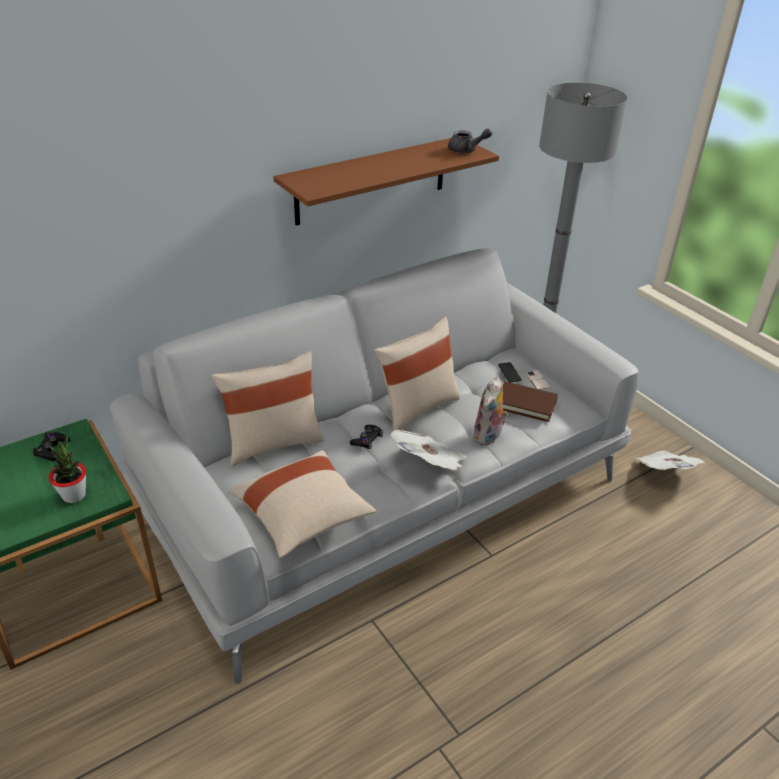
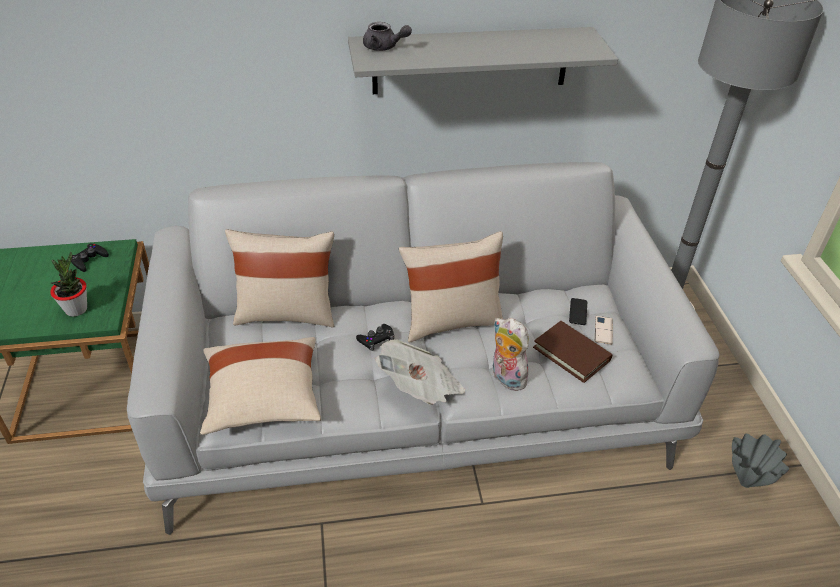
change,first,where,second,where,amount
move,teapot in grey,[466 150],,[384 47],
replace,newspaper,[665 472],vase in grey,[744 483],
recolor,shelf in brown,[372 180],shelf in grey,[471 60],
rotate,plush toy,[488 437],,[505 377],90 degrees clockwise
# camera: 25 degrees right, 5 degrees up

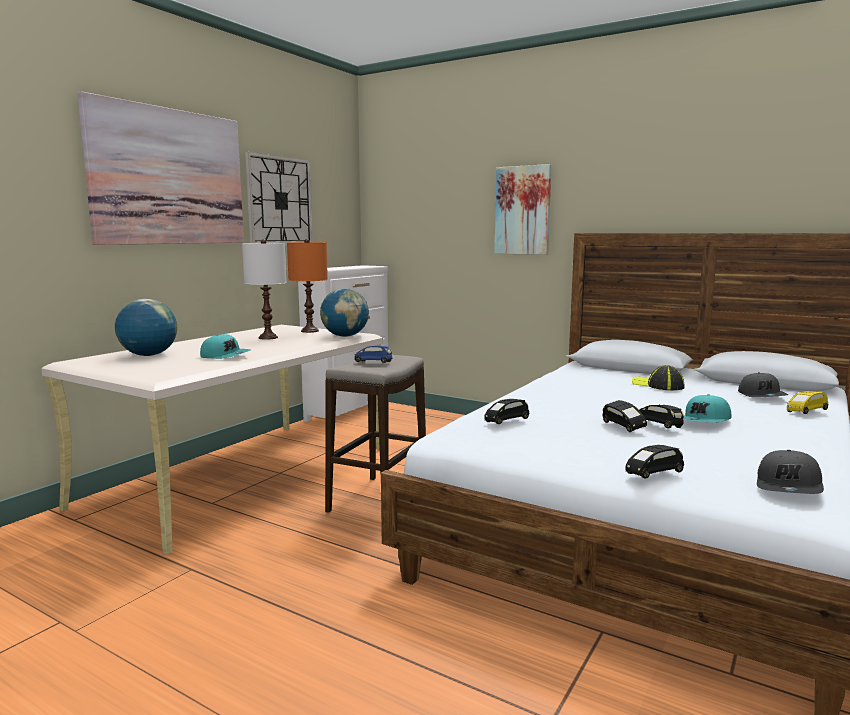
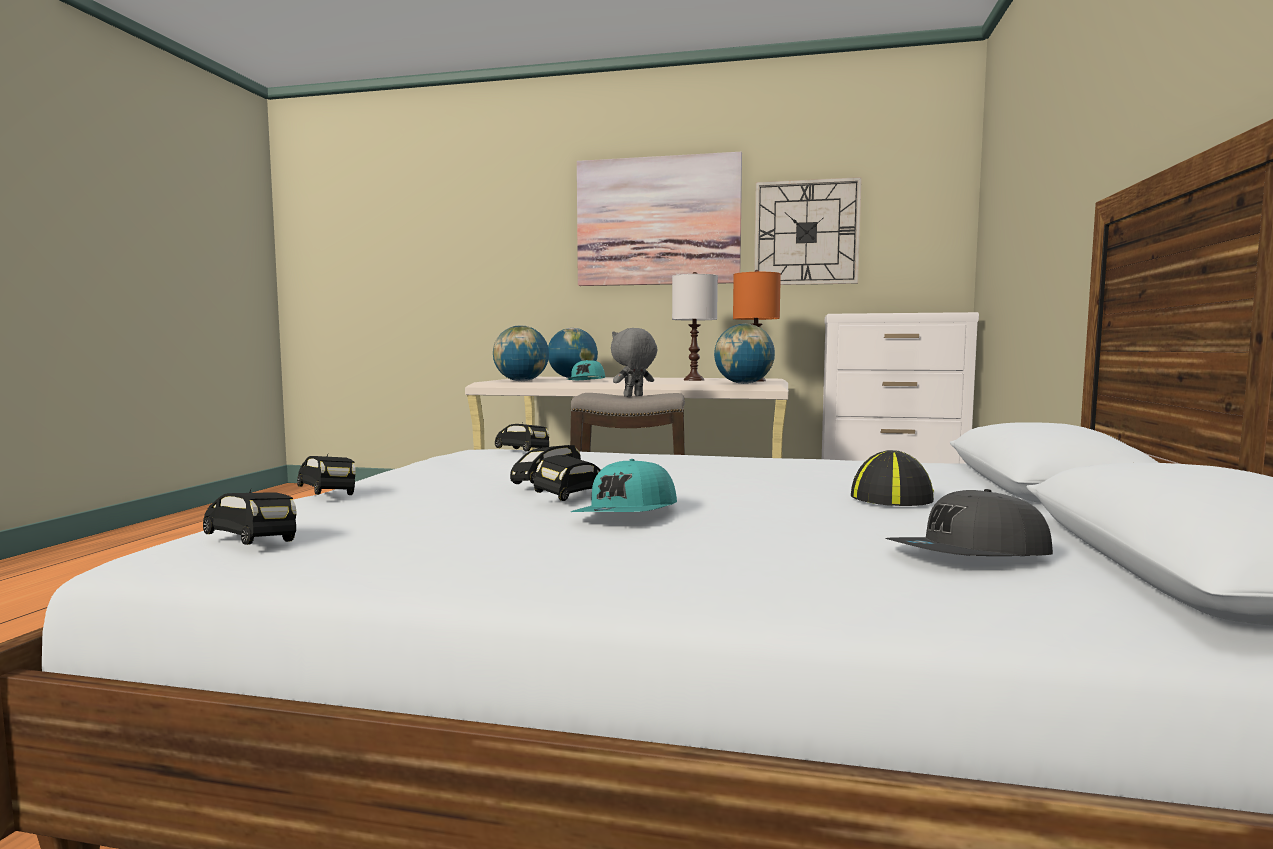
change,first,where,second,where,amount
delete,picture,[523 210],,,
delete,toy car in yellow,[805 412],,,
insert,,,globe,[521 381],
replace,toy car in blue,[373 363],plush toy in grey,[633 396],
replace,cap in grey,[789 487],toy car in black,[252 540],
rotate,cap in turquoise,[705 421],,[628 513],90 degrees counterclockwise
# camera: 70 degrees right, 5 degrees down

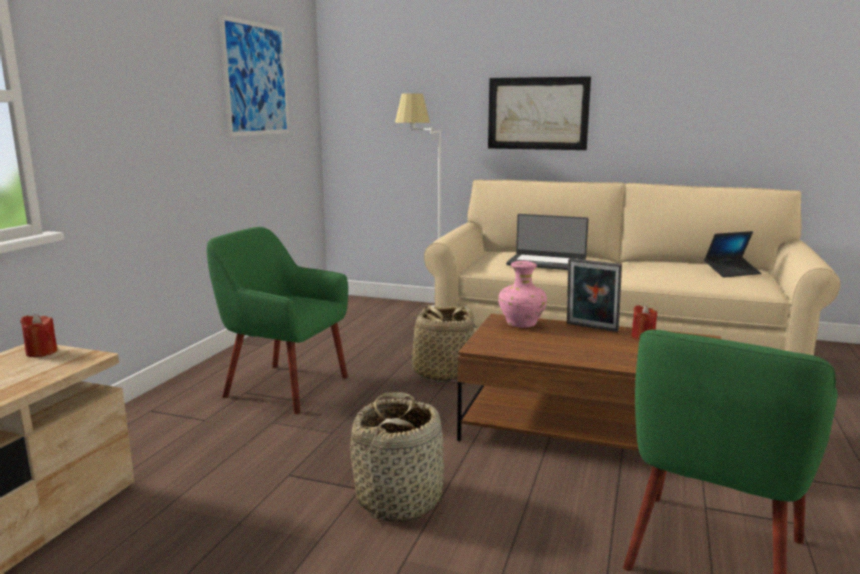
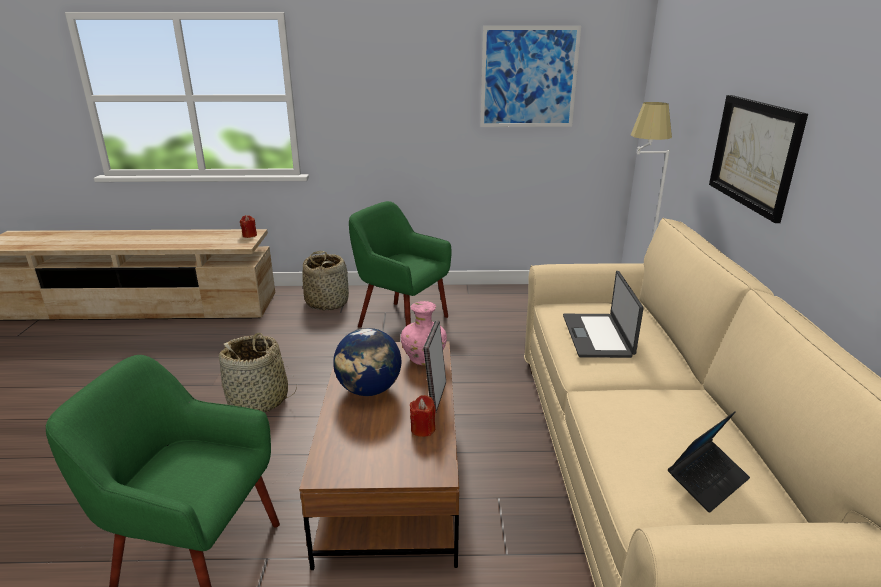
change,first,where,second,where,amount
insert,,,globe,[369 390],
move,basket,[442 373],,[327 302],
rotate,armchair in green,[285 386],,[402 321],60 degrees counterclockwise
rotate,laptop,[731 272],,[707 481],90 degrees counterclockwise
# camera: 70 degrees right, 10 degrees up

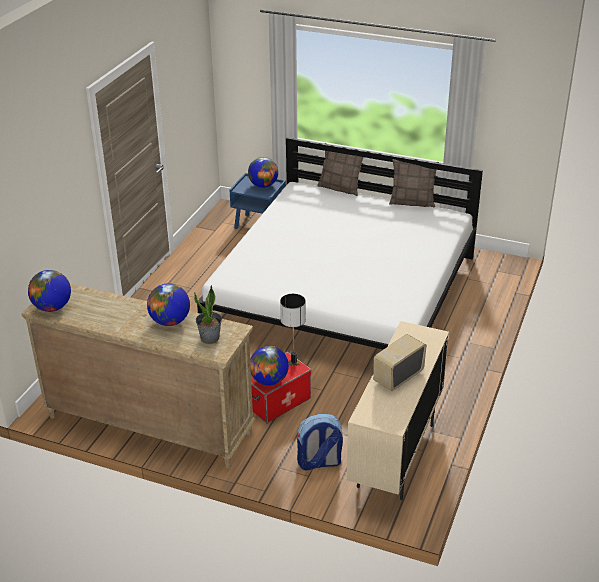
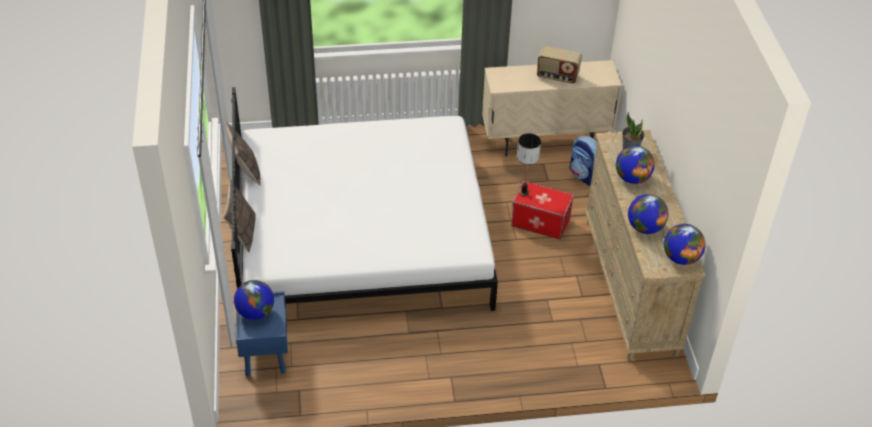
change,first,where,second,where,amount
move,globe,[269 380],,[645 228],
# camera: 120 degrees left, 10 degrees up

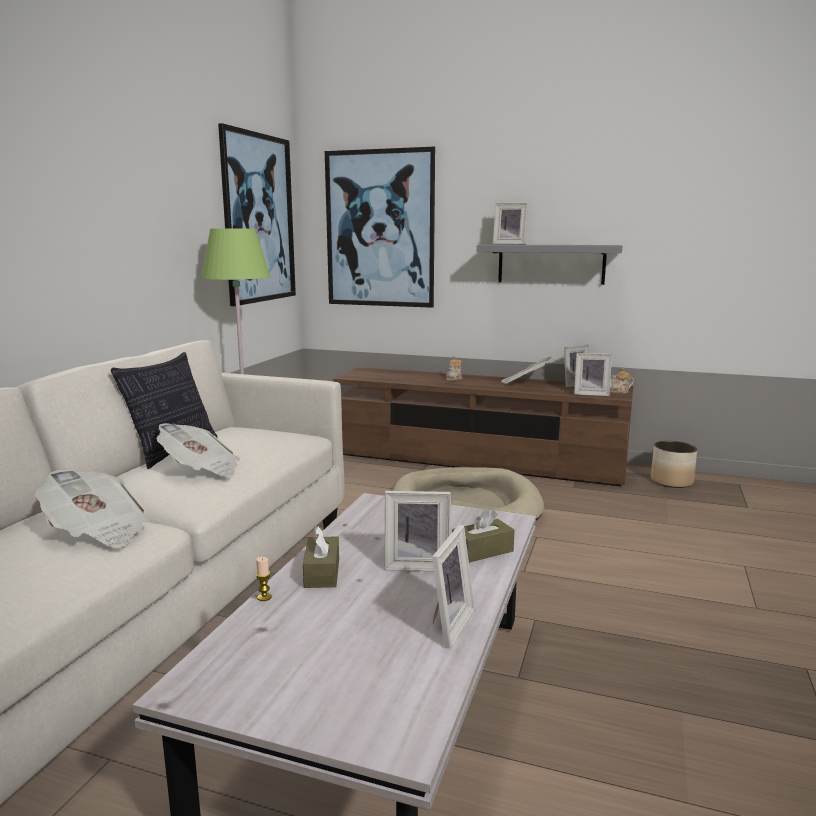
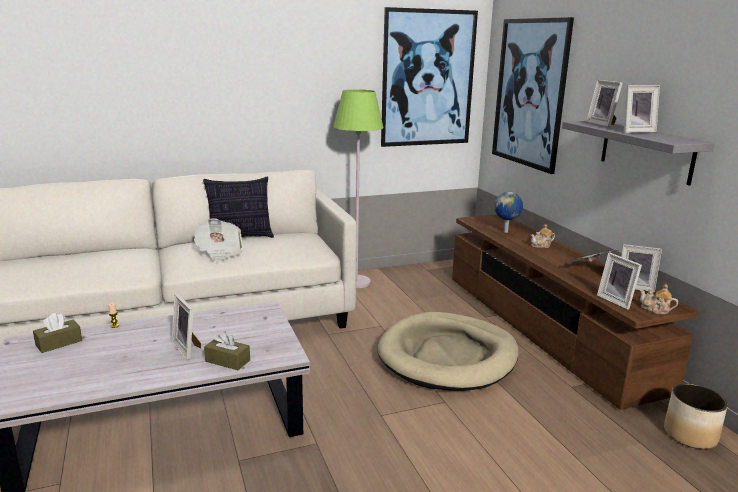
change,first,where,second,where,amount
delete,newspaper,[98 532],,,
insert,,,globe,[506 232],
move,tissue box in brown,[322 573],,[59 343],
move,picture frame,[446 624],,[635 131],
# camera: 50 degrees right, 5 degrees up

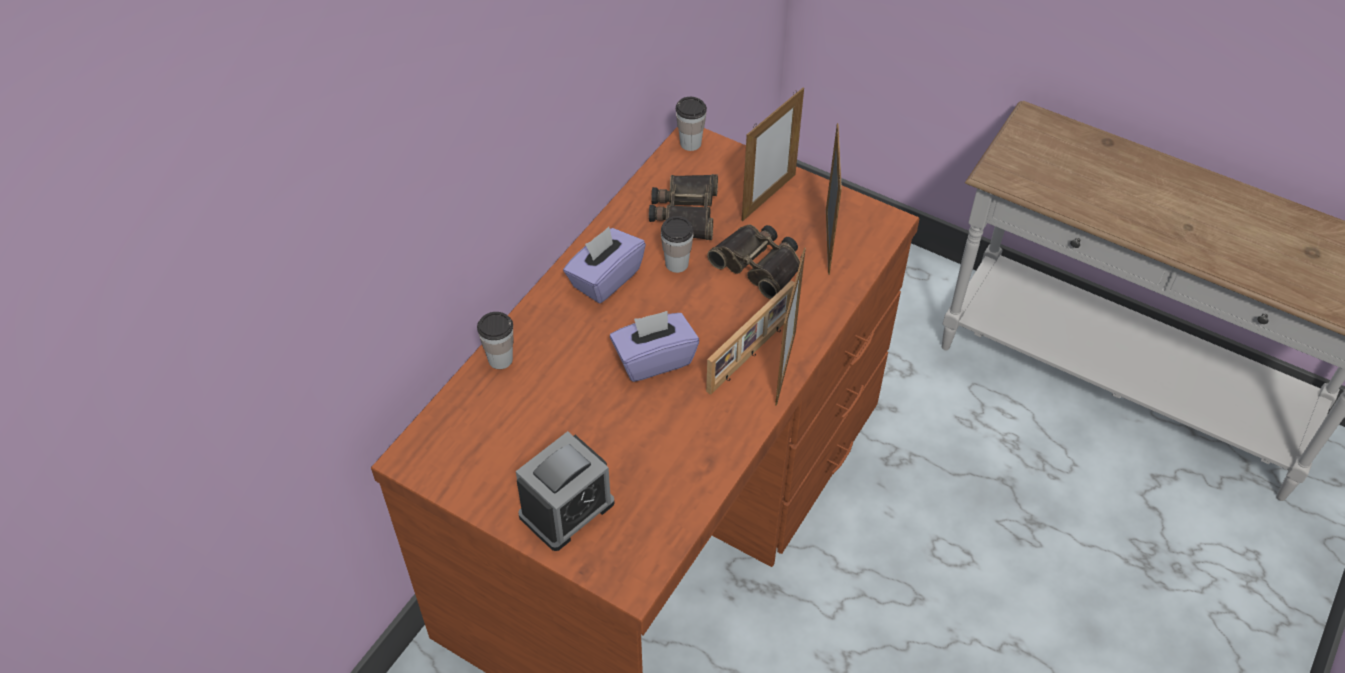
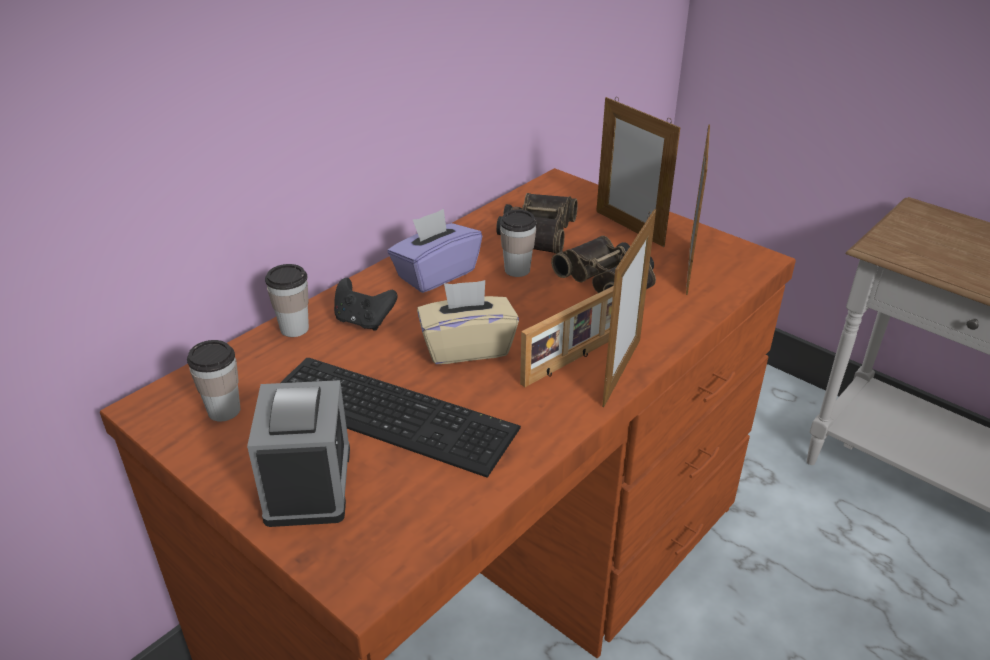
change,first,where,second,where,amount
insert,,,keyboard,[391 410],
insert,,,game controller in black,[364 321],
move,cup,[690 143],,[224 410],
recolor,tissue box in purple,[654 359],tissue box in beige,[467 347],
rotate,alarm clock,[566 509],,[308 483],60 degrees counterclockwise
rotate,picture frame,[768 197],,[629 228],90 degrees clockwise
# camera: 10 degrees right, 15 degrees down

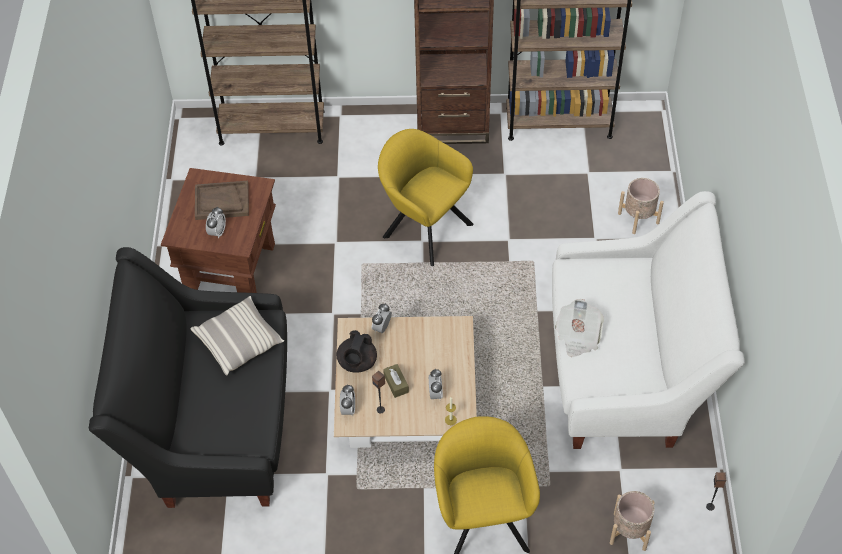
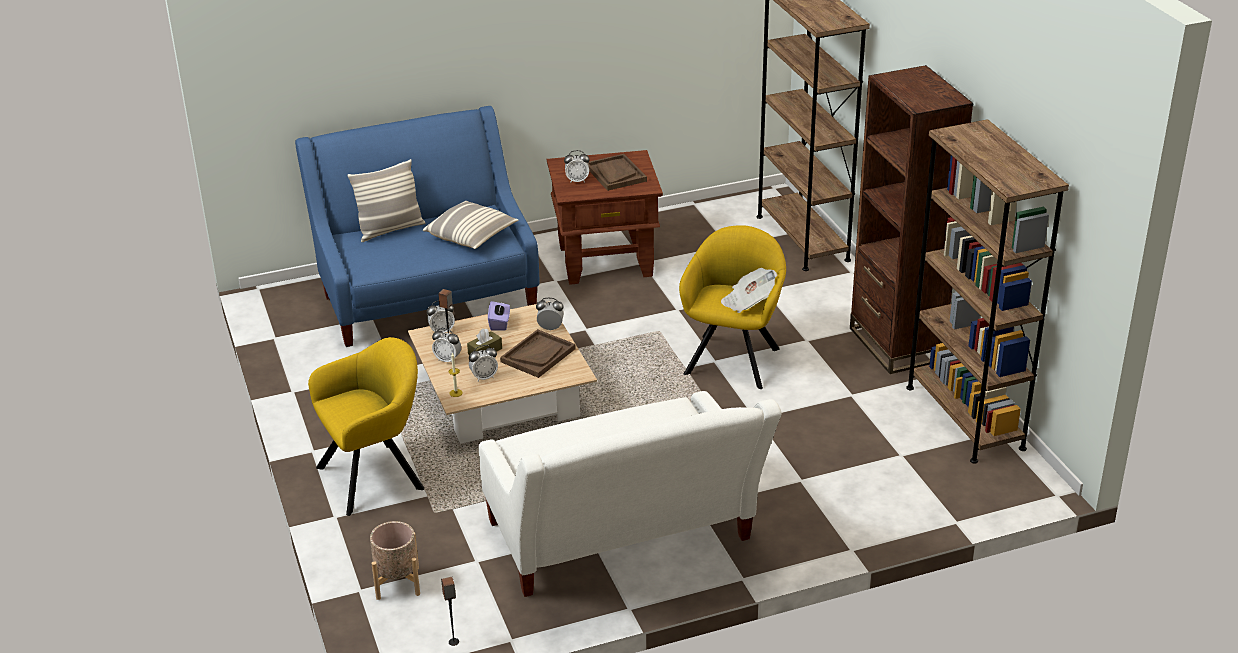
change,first,where,second,where,amount
delete,planter in beige,[638 218],,,
insert,,,pillow,[390 229],
insert,,,alarm clock,[447 359],
insert,,,tray in brown,[538 355],
move,newspaper,[578 336],,[748 302],
replace,teapot in black,[357 363],tissue box in purple,[499 324],
recolor,sofa in black,[212 421],sofa in blue,[426 294],
# camera: 70 degrees right, 20 degrees down

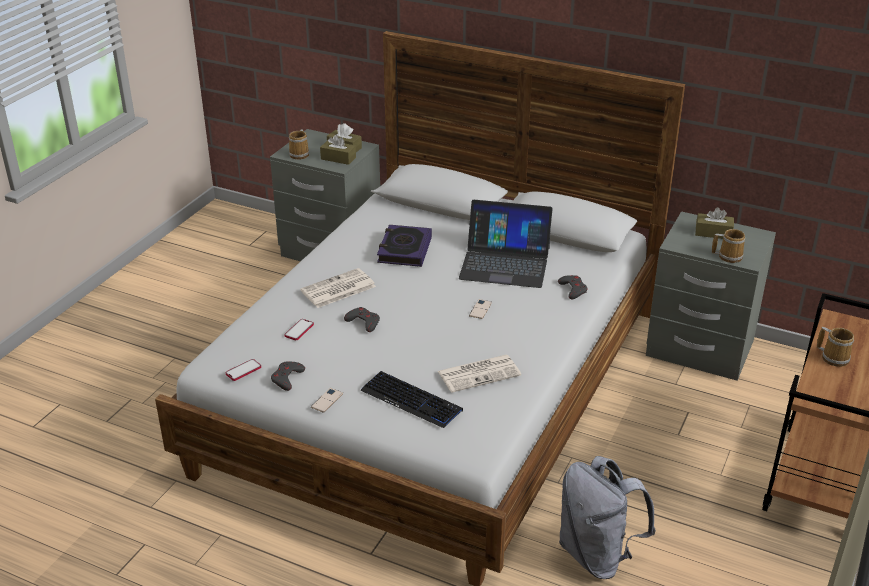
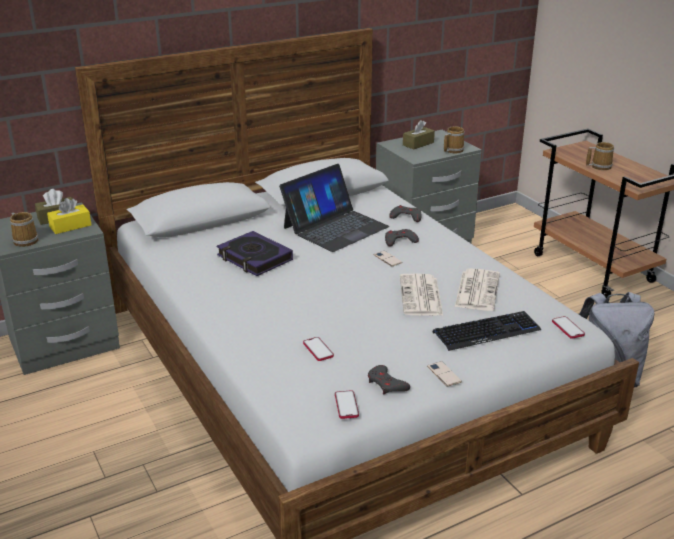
change,first,where,second,where,amount
insert,,,phone,[568 328],
move,newspaper,[337 289],,[421 296],
move,game controller in grey,[363 322],,[400 241],
recolor,tissue box in brown,[338 158],tissue box in yellow,[70 226],
# camera: 55 degrees left, 5 degrees down

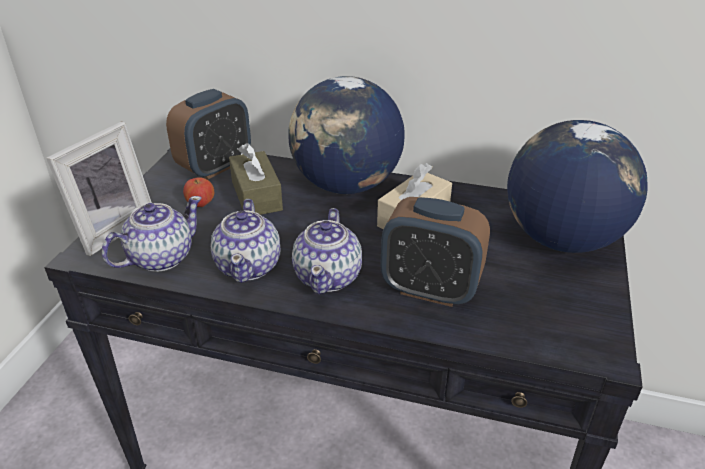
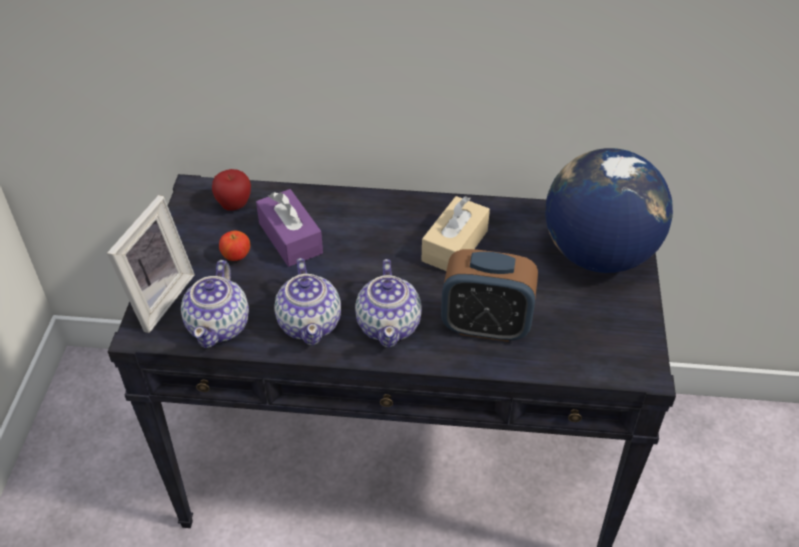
change,first,where,second,where,amount
delete,globe,[346 185],,,
replace,alarm clock,[215 167],apple,[234 205],
recolor,tissue box in brown,[256 196],tissue box in purple,[290 238],
rotate,teapot,[160 258],,[219 325],150 degrees clockwise
# camera: 10 degrees left, 10 degrees up

